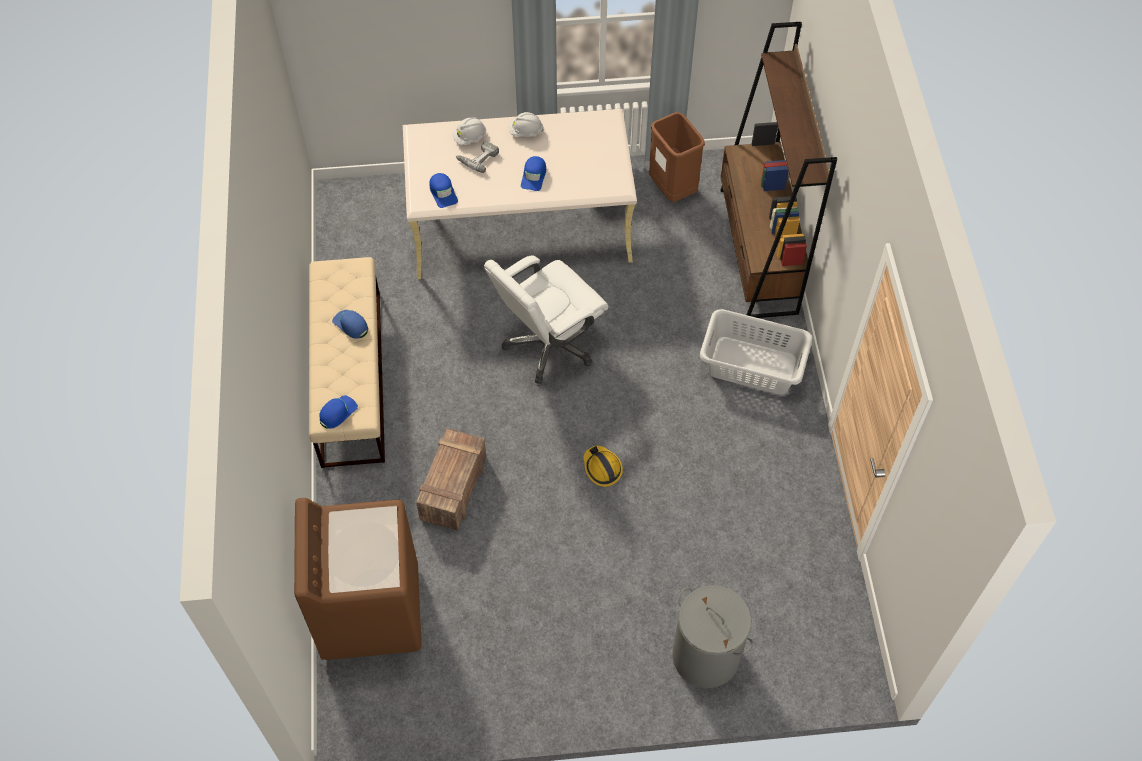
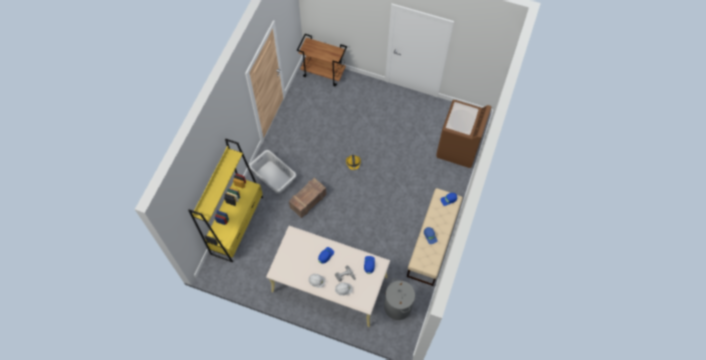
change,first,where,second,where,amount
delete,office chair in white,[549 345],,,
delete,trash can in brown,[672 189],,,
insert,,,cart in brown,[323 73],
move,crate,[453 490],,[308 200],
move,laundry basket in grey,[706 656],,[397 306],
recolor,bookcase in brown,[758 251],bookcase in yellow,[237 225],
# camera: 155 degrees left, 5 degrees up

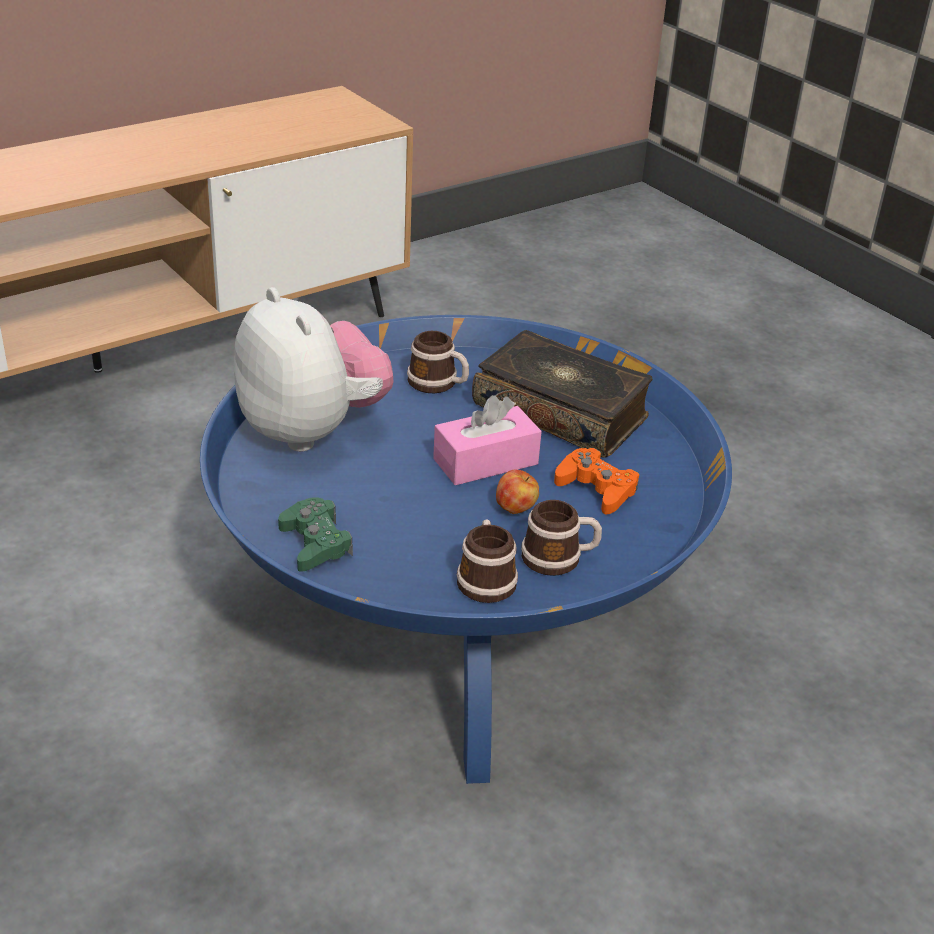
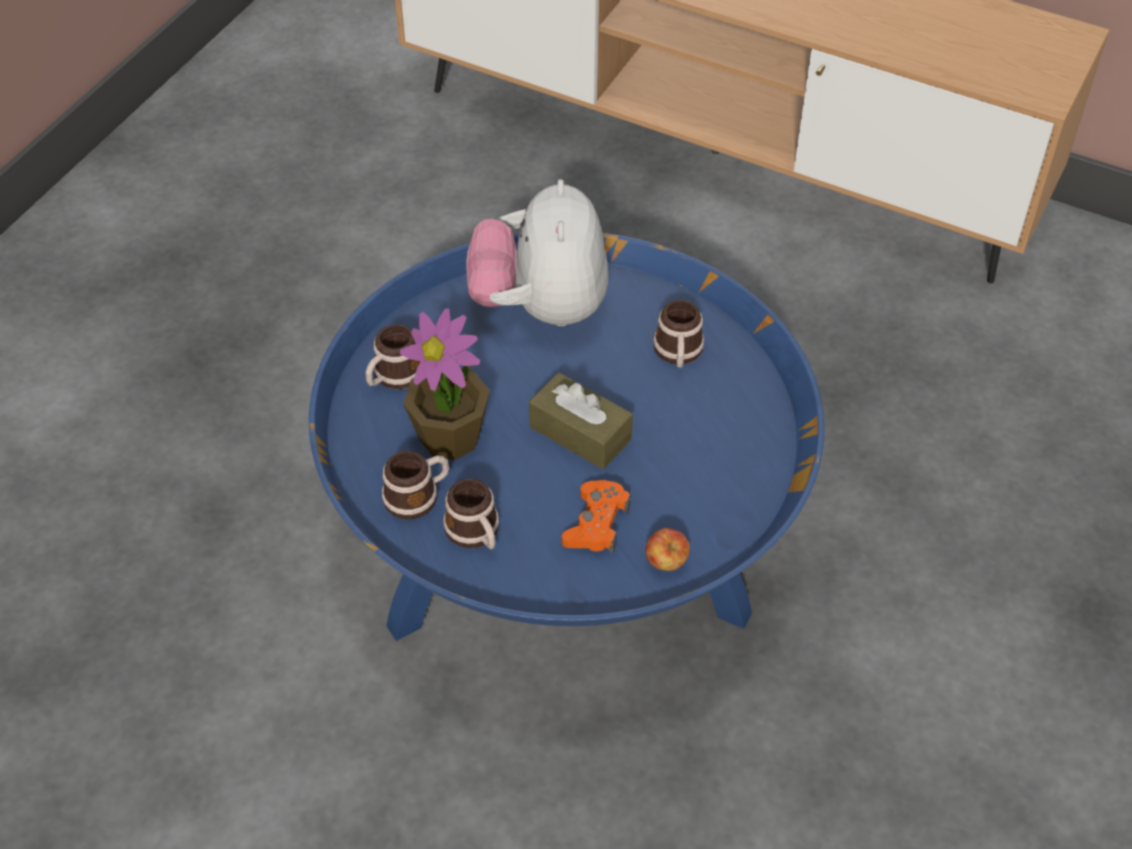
change,first,where,second,where,amount
delete,book,[561 410],,,
insert,,,potted plant,[451 436],
move,apple,[516 508],,[666 562],
replace,game controller in green,[315 543],mug,[393 376],
recolor,tissue box in pink,[485 461],tissue box in brown,[580 433],
rotate,plush toy,[312 430],,[540 307],150 degrees clockwise
# camera: 65 degrees right, 15 degrees up

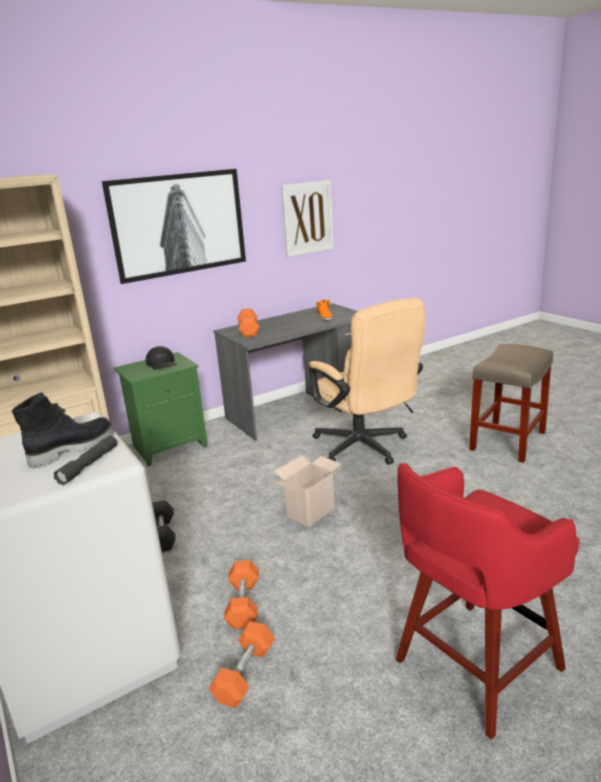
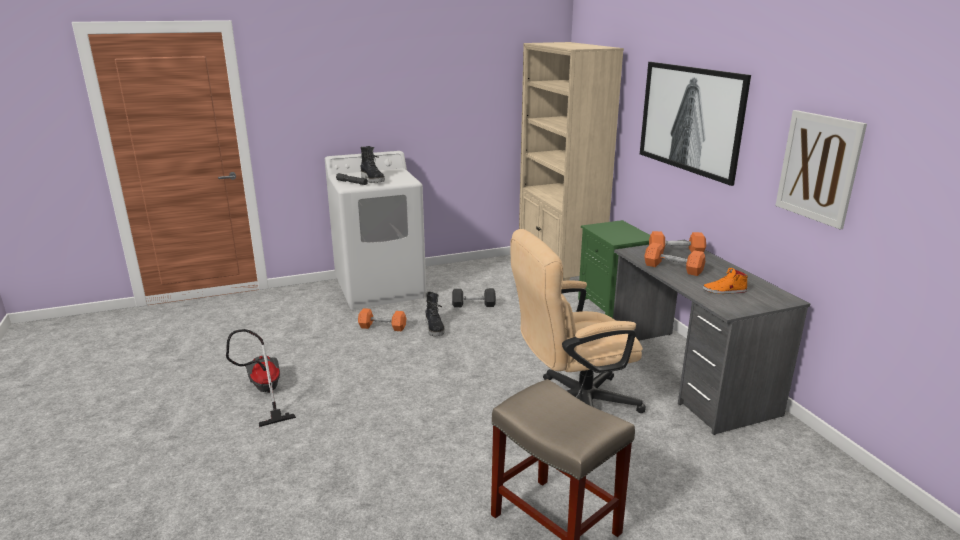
change,first,where,second,where,amount
delete,cap in black,[162 363],,,
delete,cardboard box,[310 511],,,
insert,,,boot in black,[435 328],
move,dumbbell in orange,[244 674],,[673 268],
replace,stool in red,[474 667],vacuum cleaner,[264 392],
# camera: 100 degrees right, 0 degrees up

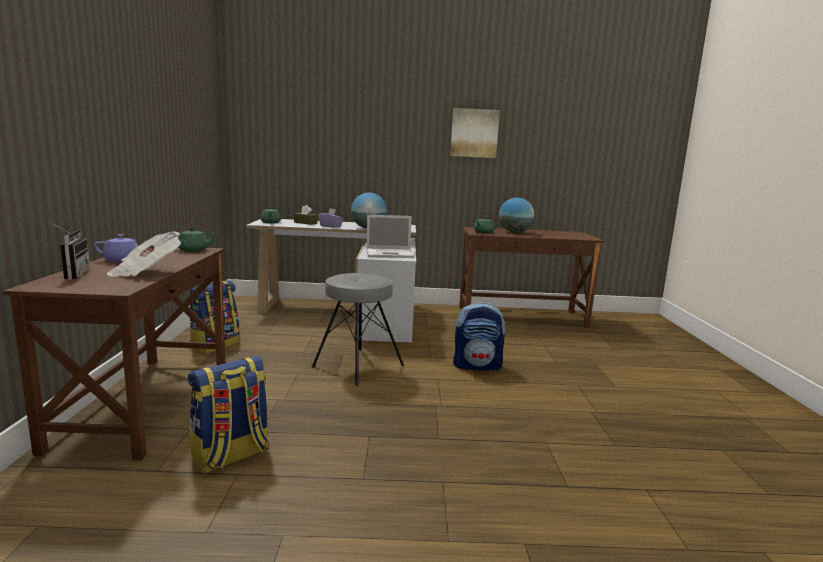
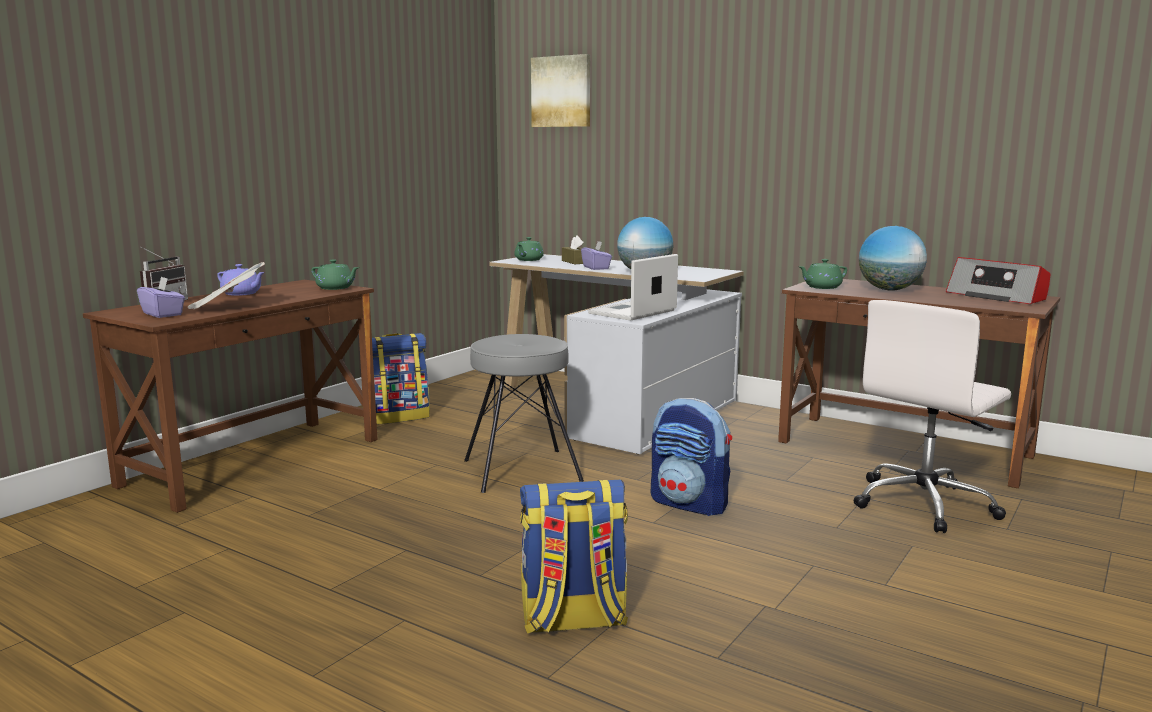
change,first,where,second,where,amount
insert,,,tissue box in purple,[163 314],
insert,,,office chair in white,[925 504],
insert,,,radio,[997 296],
move,backpack,[231 456],,[572 620],
move,picture,[474 133],,[561 91],
rotate,laptop,[390 254],,[632 312],105 degrees clockwise
# camera: 35 degrees right, 0 degrees up

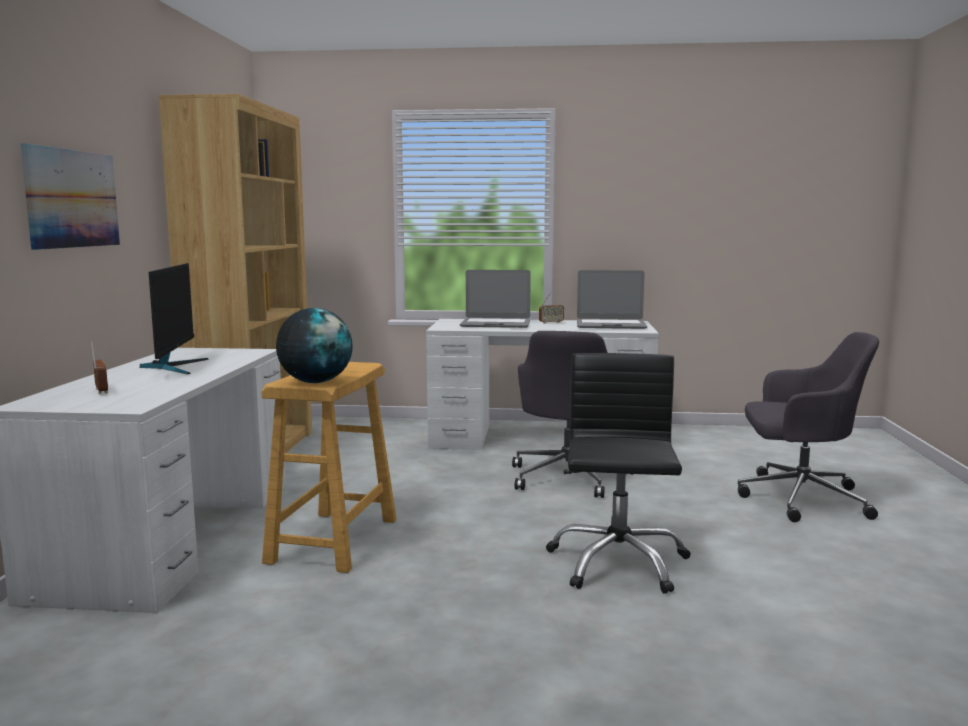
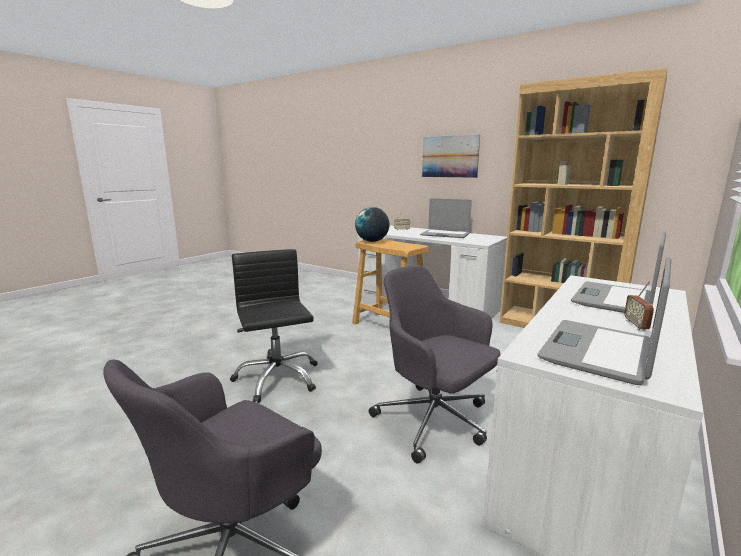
change,first,where,second,where,amount
replace,monitor,[174 366],laptop,[445 235],
rotate,office chair in black,[617 563],,[277 378],150 degrees counterclockwise
# camera: 120 degrees right, 5 degrees up

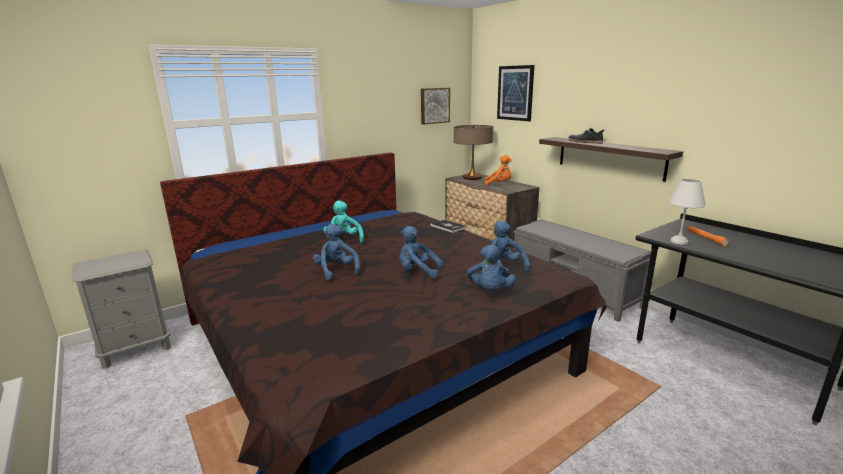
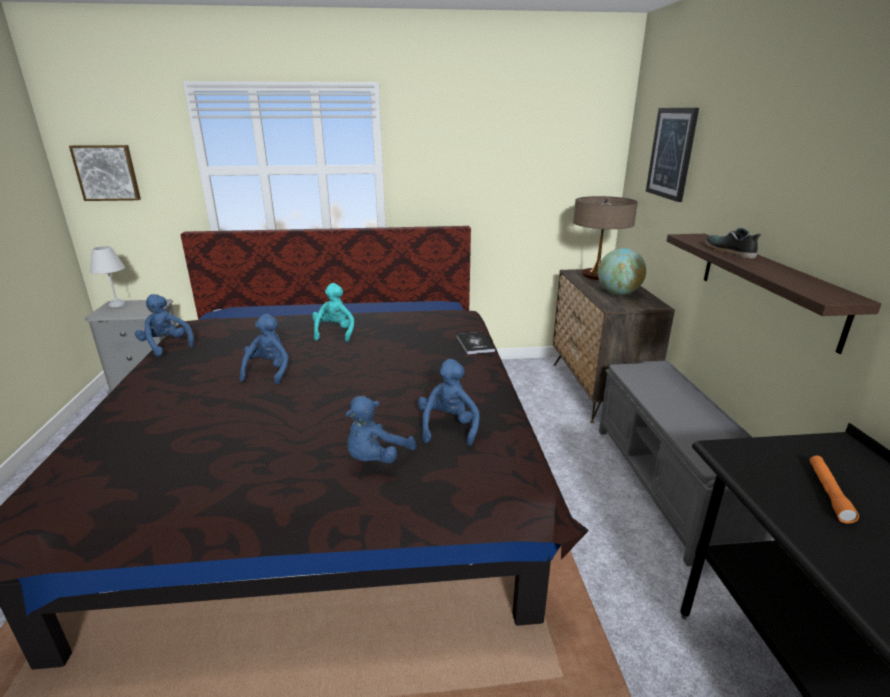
change,first,where,second,where,amount
move,plush toy in blue,[417 272],,[166 346],
move,picture,[434 105],,[107 173],
move,table lamp in white,[680 241],,[117 305],
replace,plush toy in orange,[499 184],globe,[618 293],
# camera: 30 degrees right, 5 degrees up

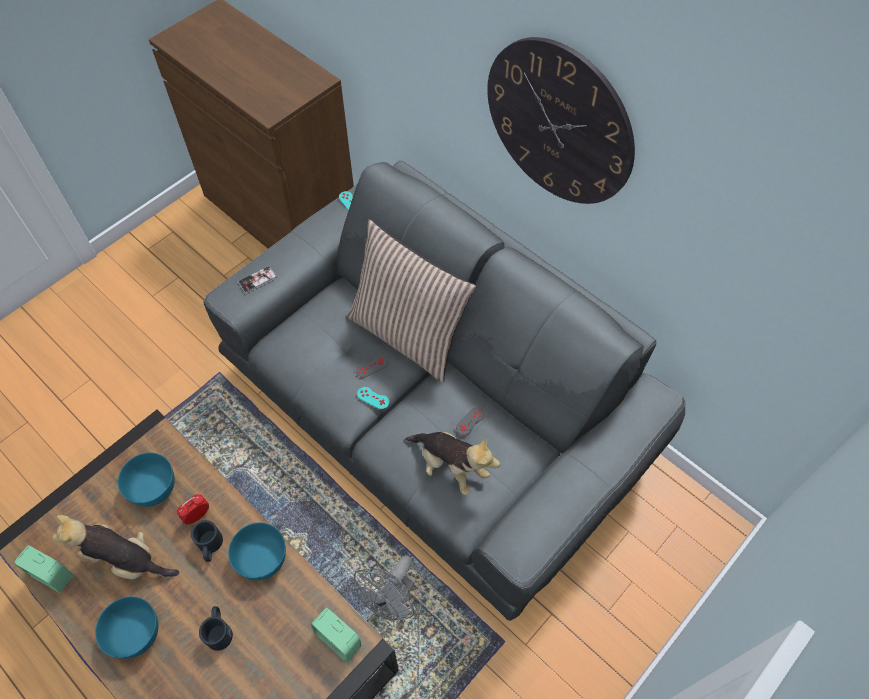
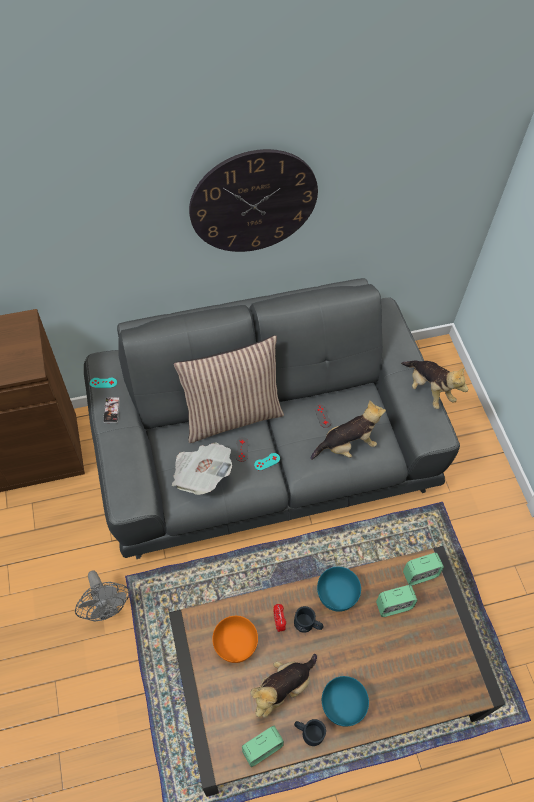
change,first,where,second,where,amount
insert,,,newspaper,[201 474],
insert,,,alarm clock,[393 605],
insert,,,plush toy,[428 390],
move,mug in black,[219 630],,[308 732],
move,phone,[257 280],,[111 410],
move,fan in grey,[391 601],,[107 608],
recolor,bowl in turquoise,[153 486],bowl in orange,[235 643],
# camera: 60 degrees left, 0 degrees up

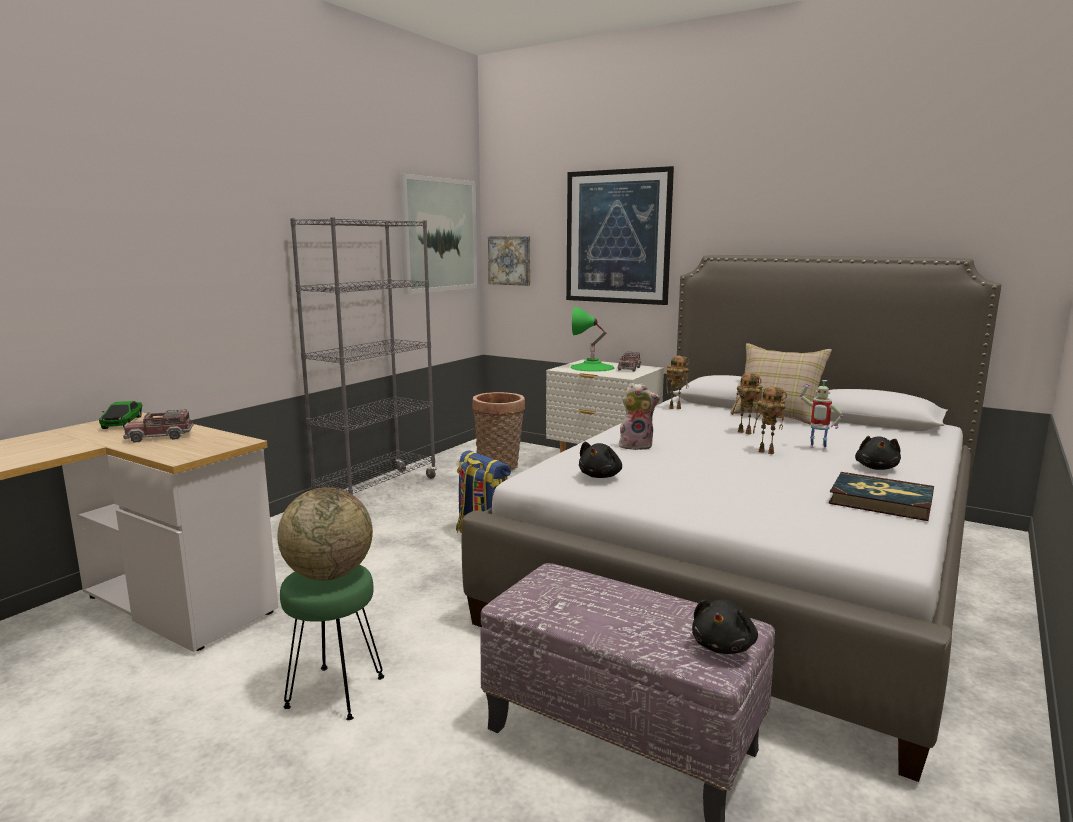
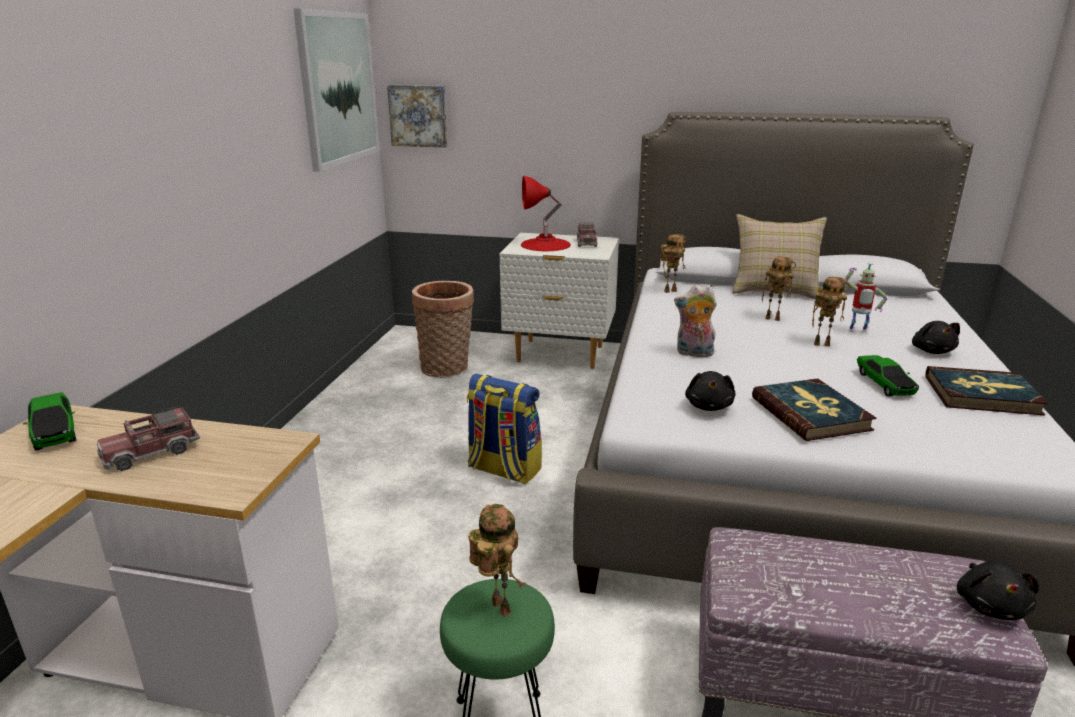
change,first,where,second,where,amount
delete,bookcase in grey,[377 490],,,
delete,picture,[617 237],,,
insert,,,book,[811 413],
insert,,,toy car,[884 384],
replace,globe,[328 574],toy robot,[497 608],
recolor,table lamp in green,[592 367],table lamp in red,[545 244],
rotate,plush toy,[636 446],,[693 353],150 degrees counterclockwise
# camera: 20 degrees left, 10 degrees up

